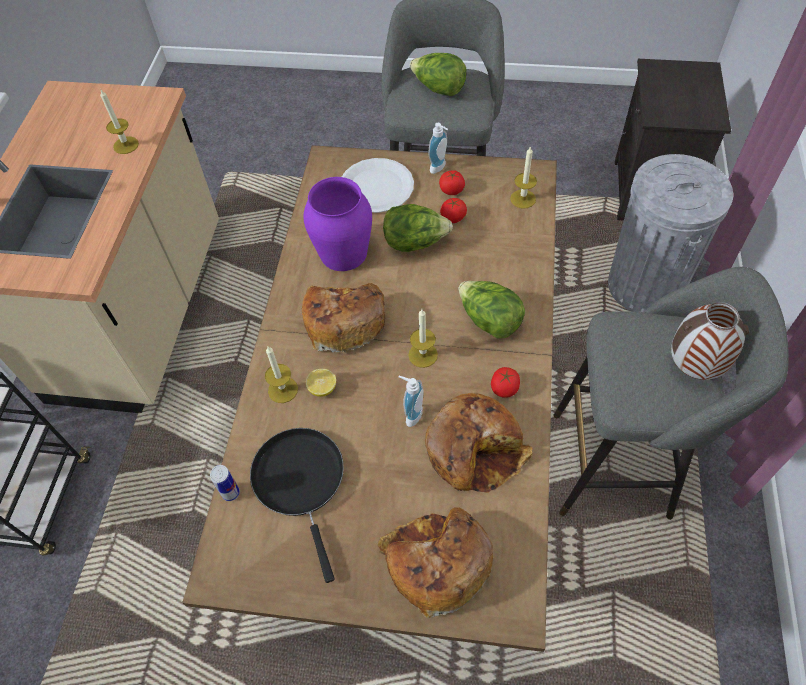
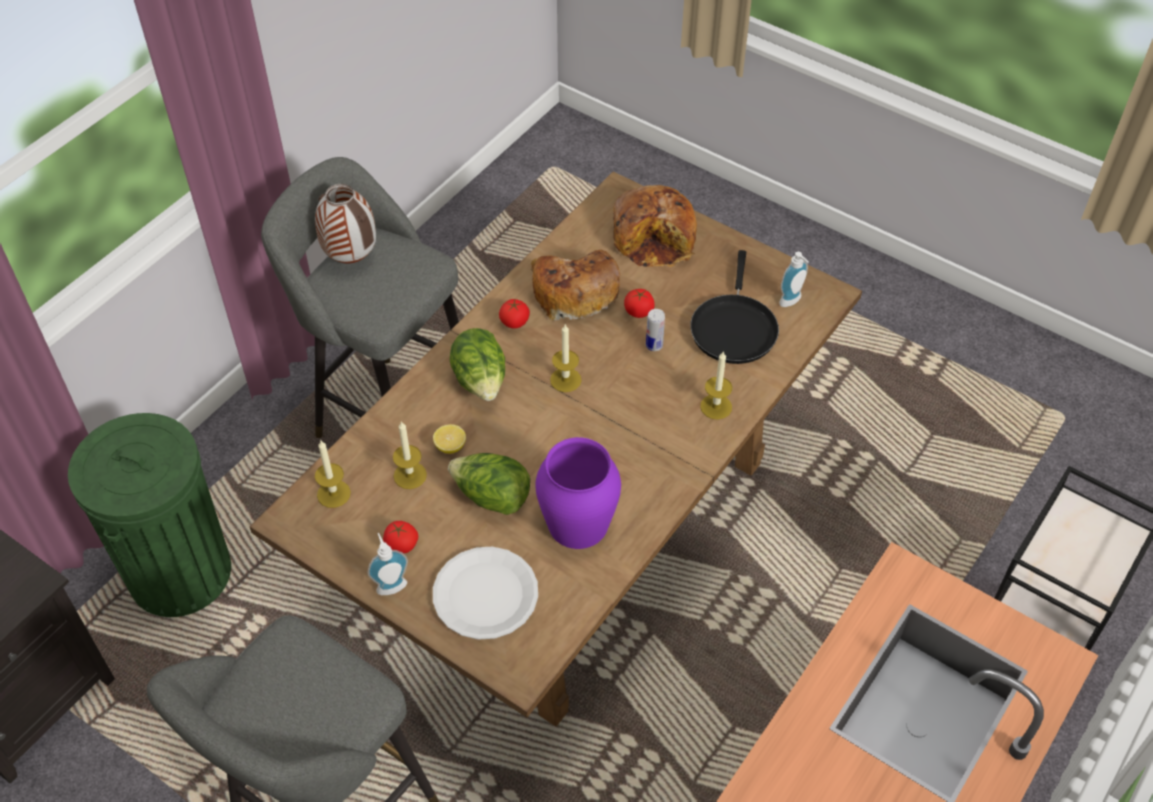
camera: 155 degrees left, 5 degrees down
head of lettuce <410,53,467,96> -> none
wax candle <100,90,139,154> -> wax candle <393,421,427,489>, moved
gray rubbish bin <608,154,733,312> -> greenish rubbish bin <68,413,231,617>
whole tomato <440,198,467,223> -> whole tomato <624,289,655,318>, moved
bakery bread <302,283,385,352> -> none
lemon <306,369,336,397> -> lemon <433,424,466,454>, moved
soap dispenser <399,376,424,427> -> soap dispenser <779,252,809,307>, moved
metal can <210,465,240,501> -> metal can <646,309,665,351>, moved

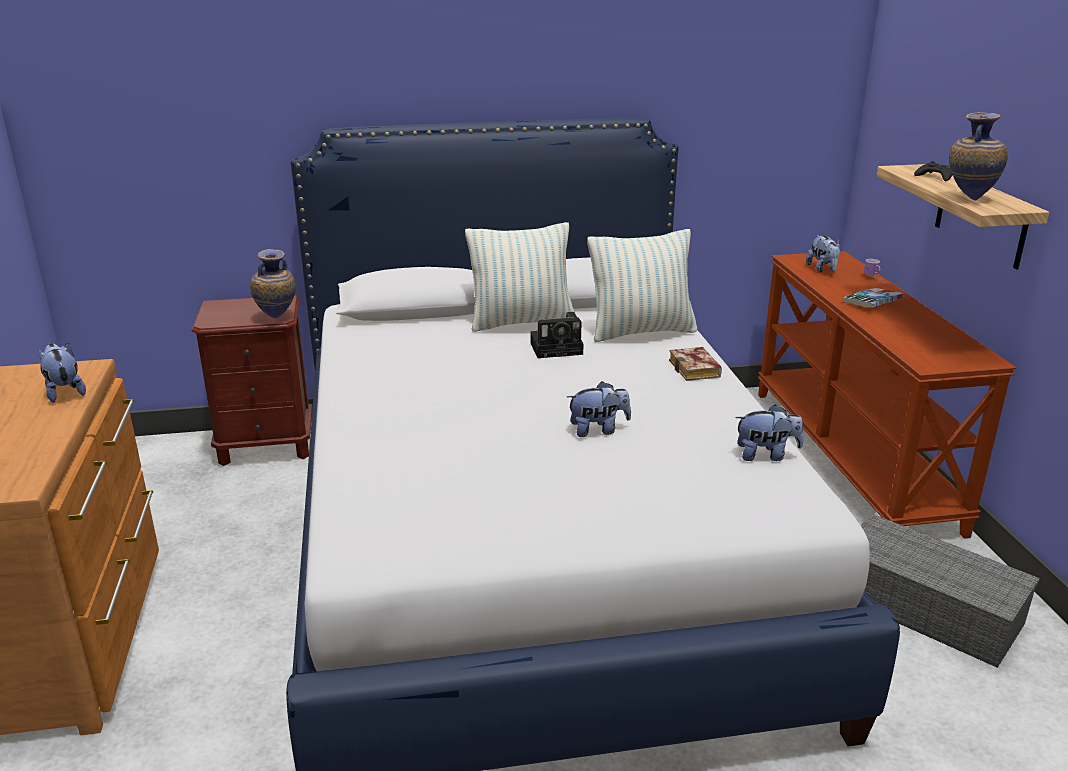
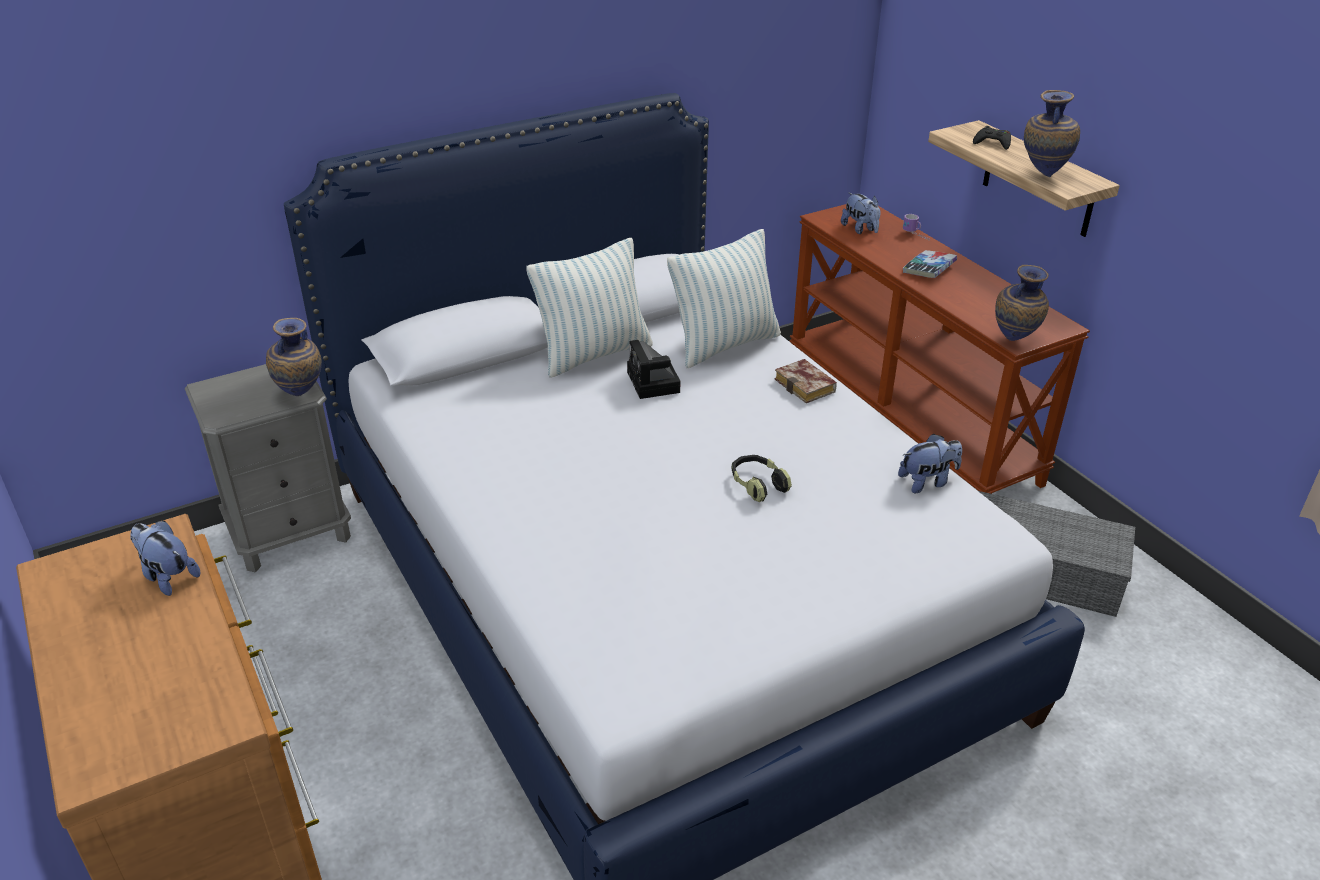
camera: 20 degrees left, 10 degrees up
brownish nightstand <191,295,312,466> -> gray nightstand <185,364,351,572>
photo camera <530,312,584,358> -> photo camera <627,340,680,399>, 105 degrees clockwise
soft toy <567,381,631,437> -> headset <731,455,792,502>
none -> flower vase <995,265,1049,341>

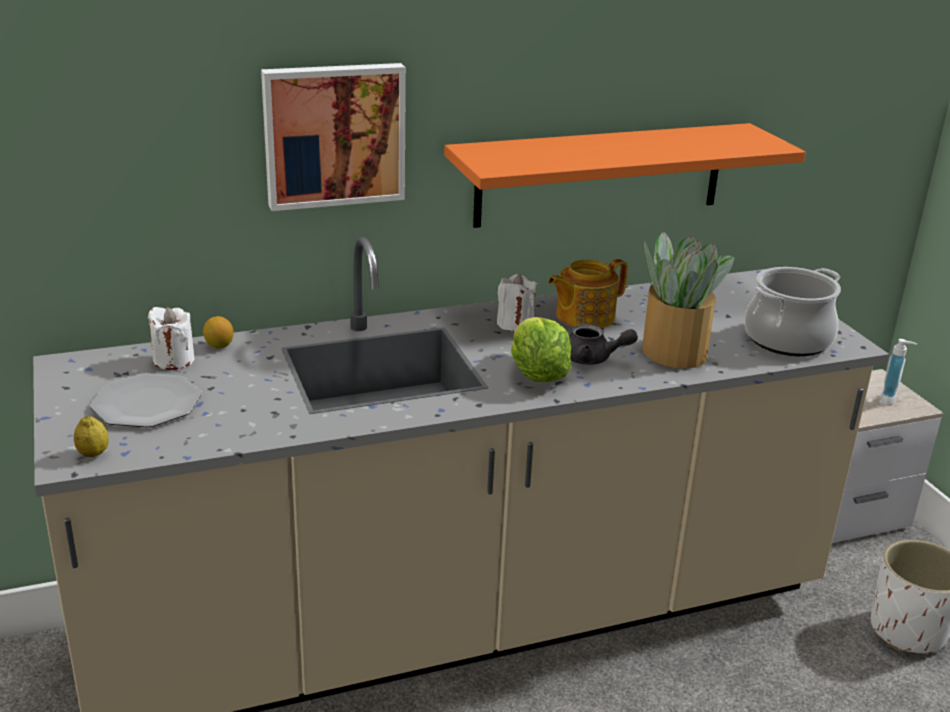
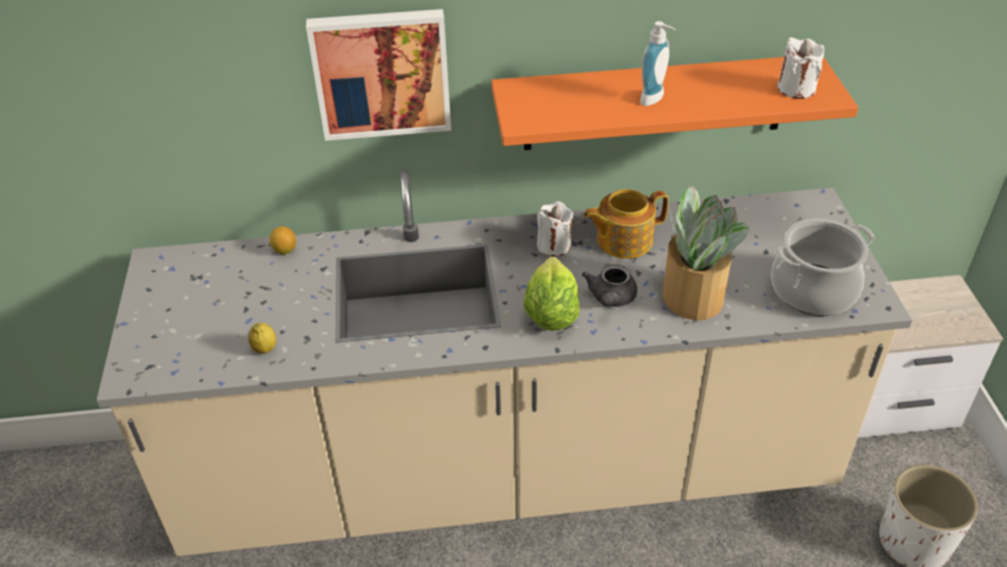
camera: 15 degrees right, 15 degrees up
white wax candle <148,307,195,370> -> white wax candle <777,37,824,99>, moved
gray teapot <569,324,638,365> -> gray teapot <582,264,637,307>, 75 degrees clockwise
soap dispenser <880,339,917,406> -> soap dispenser <640,21,675,106>, moved
flat dish <90,373,202,428> -> none
lemon <74,416,109,457> -> lemon <248,323,276,354>, moved

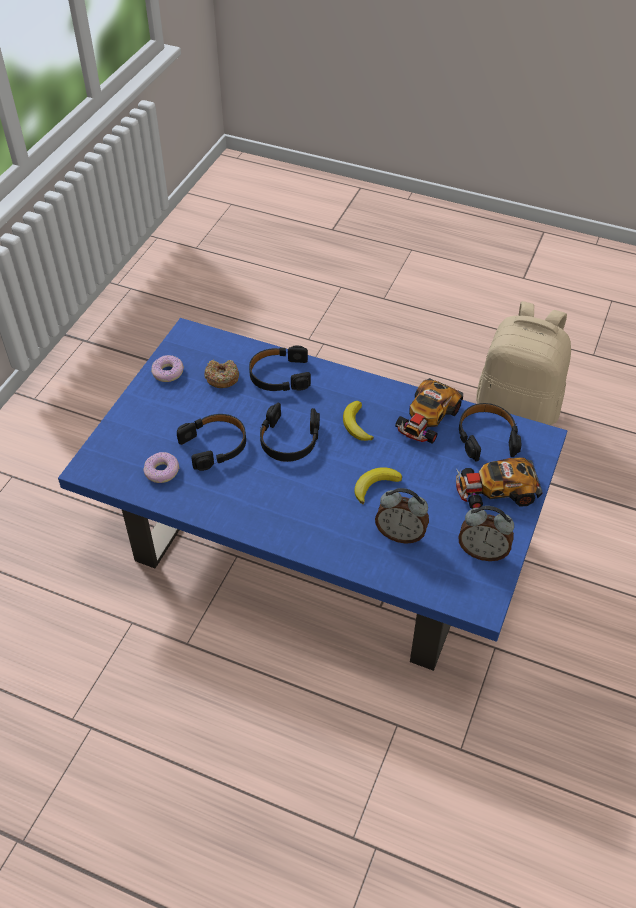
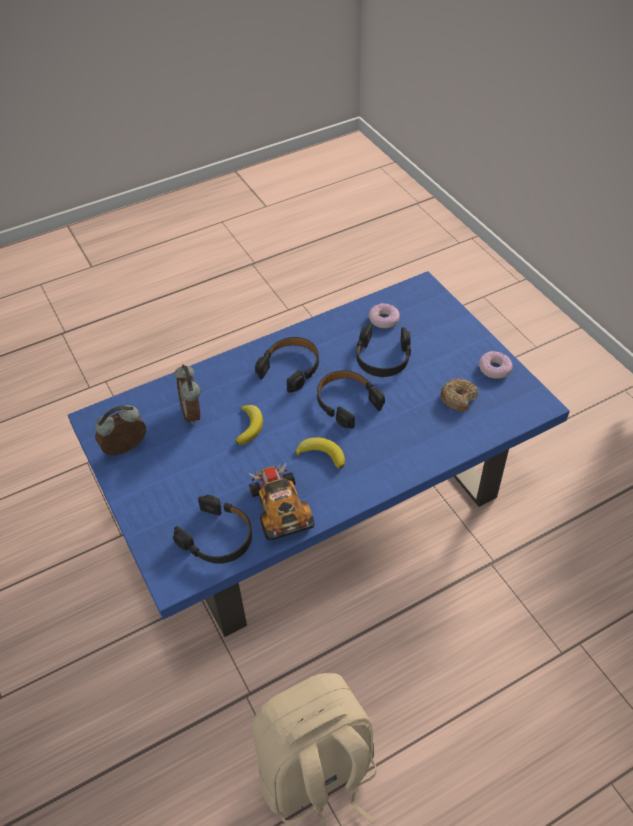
camera: 130 degrees right, 0 degrees up
black-coloured headset <249,345,311,391> -> black-coloured headset <255,337,319,393>, moved
model car <456,458,543,509> -> none
bedside clock <375,488,429,544> -> bedside clock <174,364,200,425>, 75 degrees counterclockwise

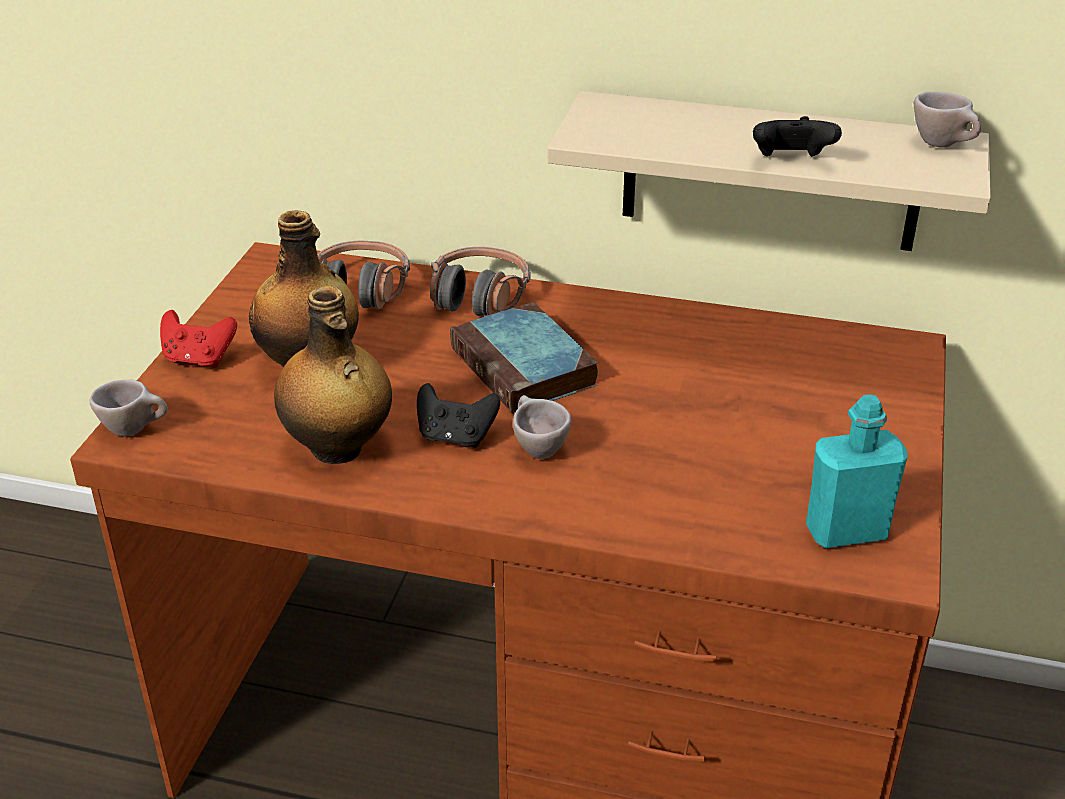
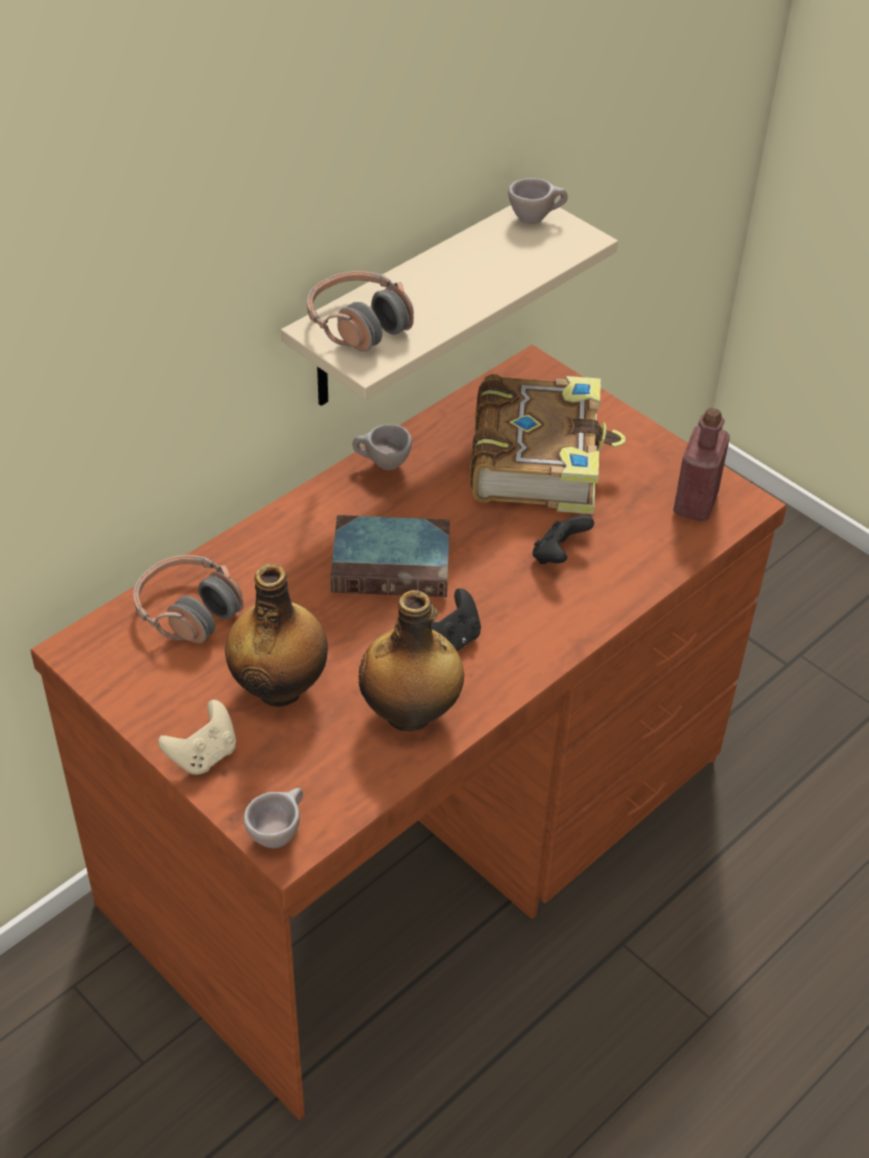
camera: 60 degrees left, 10 degrees up
black-coloured gamepad <753,116,842,156> -> black-coloured gamepad <532,515,594,564>, moved
headset <430,247,530,316> -> headset <307,271,414,352>, moved
reddish gamepad <160,310,237,368> -> sand-coloured gamepad <158,700,236,775>
turquoise-coloured beverage bottle <806,394,907,548> -> reddish beverage bottle <673,408,730,521>
sand-coloured drinking cup <513,395,571,459> -> sand-coloured drinking cup <352,424,412,470>, moved
none -> bound book <469,374,626,514>

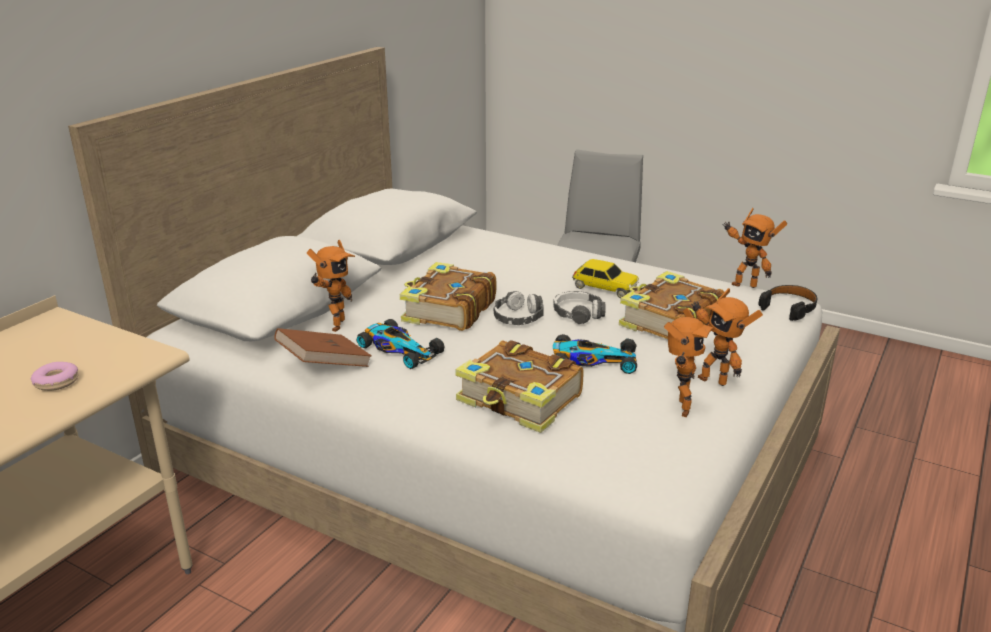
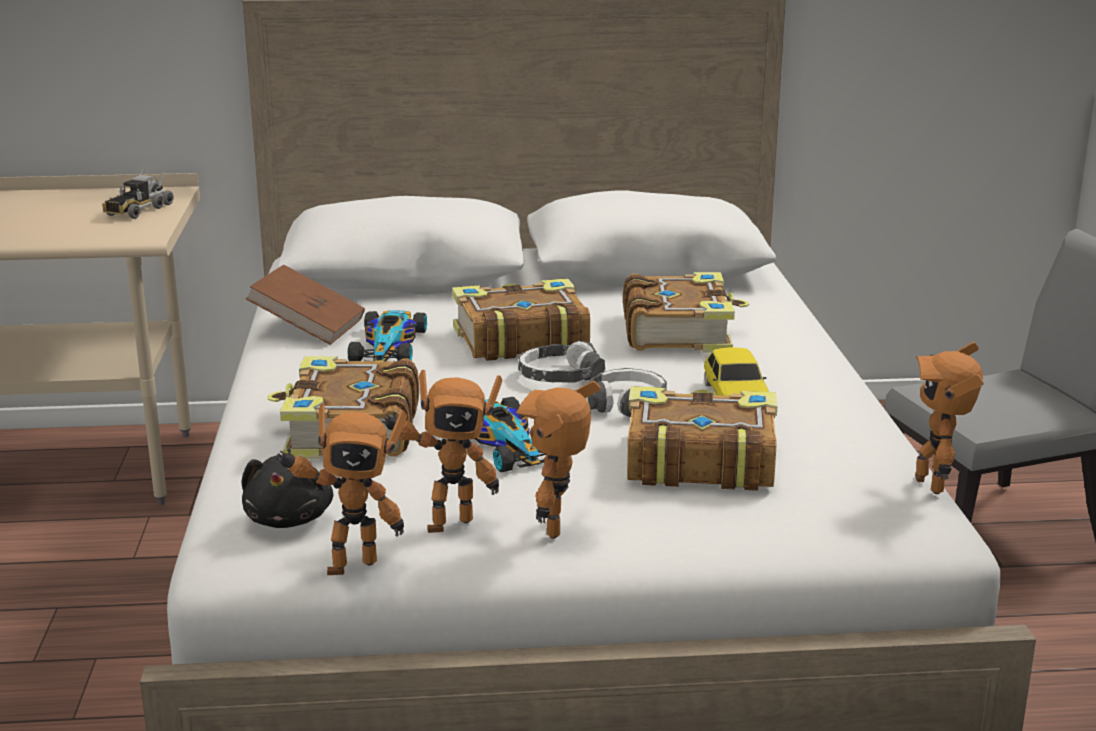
camera: 55 degrees right, 5 degrees down
robot figure <307,240,355,332> -> robot figure <275,403,407,575>, moved
black-coloured headset <759,285,817,321> -> none
donut <31,362,78,391> -> none
none -> toy truck <102,170,174,219>
none -> bound book <623,272,749,353>
none -> black-coloured soft toy <241,454,333,528>

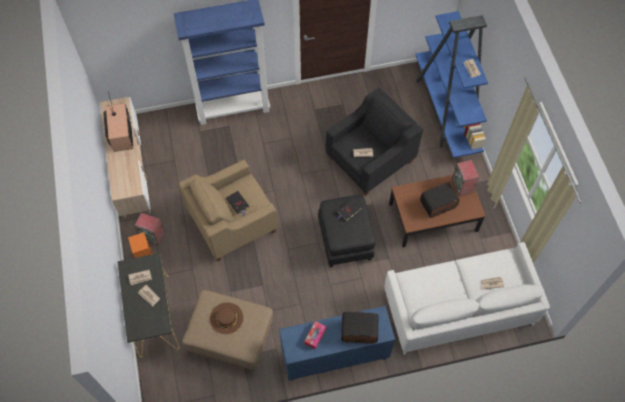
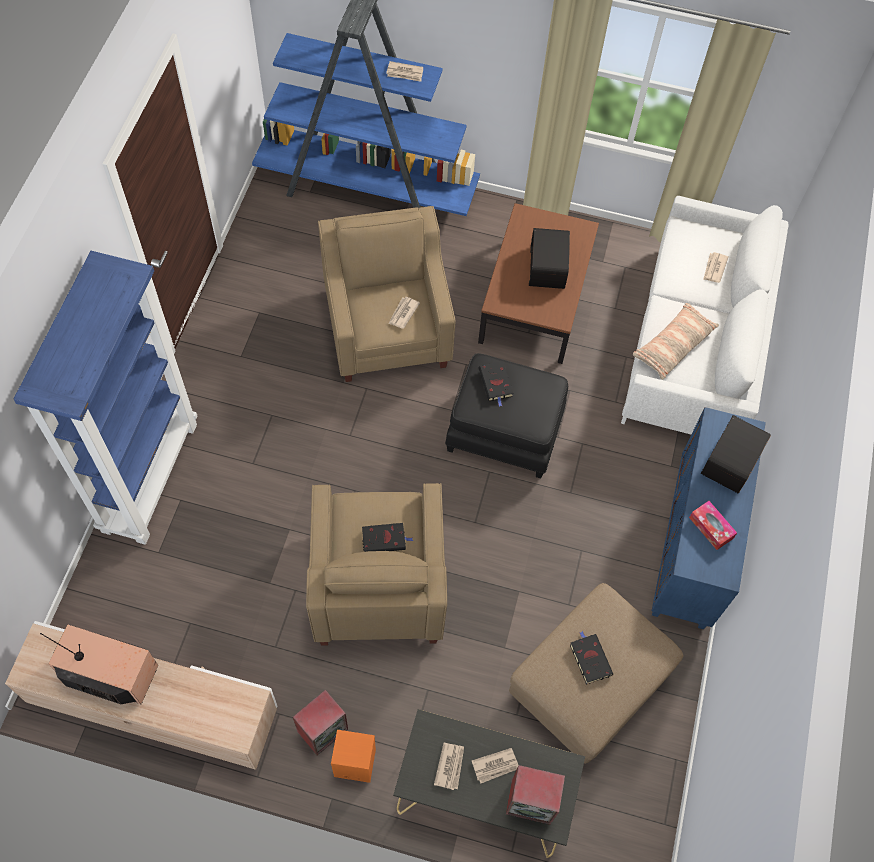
camera: 65 degrees left, 0 degrees up
black-coloured armchair <325,88,423,196> -> sand-coloured armchair <318,206,456,382>
speaker <452,160,479,196> -> speaker <506,765,565,825>, moved
brownish clothing hat <210,302,243,334> -> black-coloured bound book <570,631,613,685>
none -> pillow <633,303,719,380>

